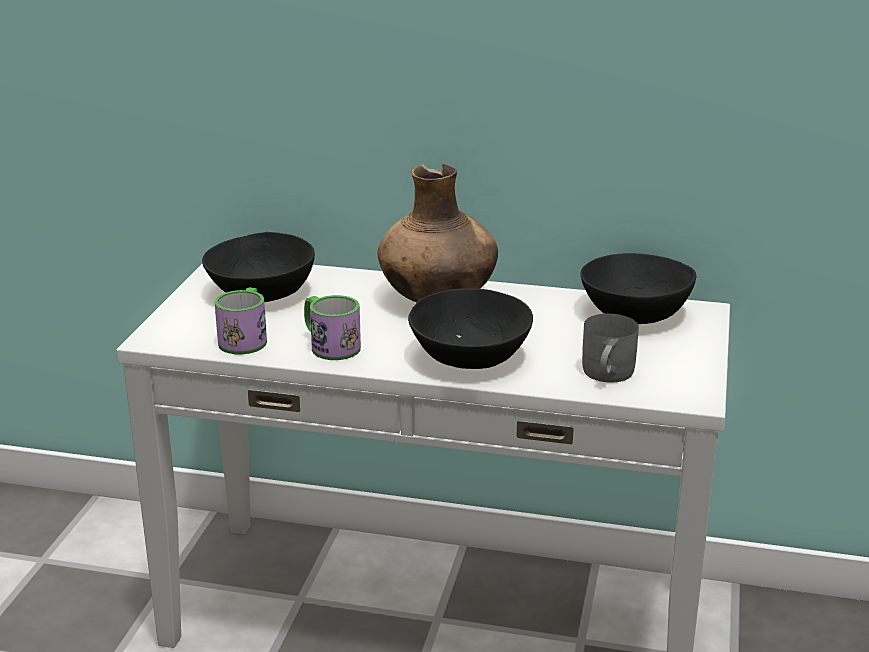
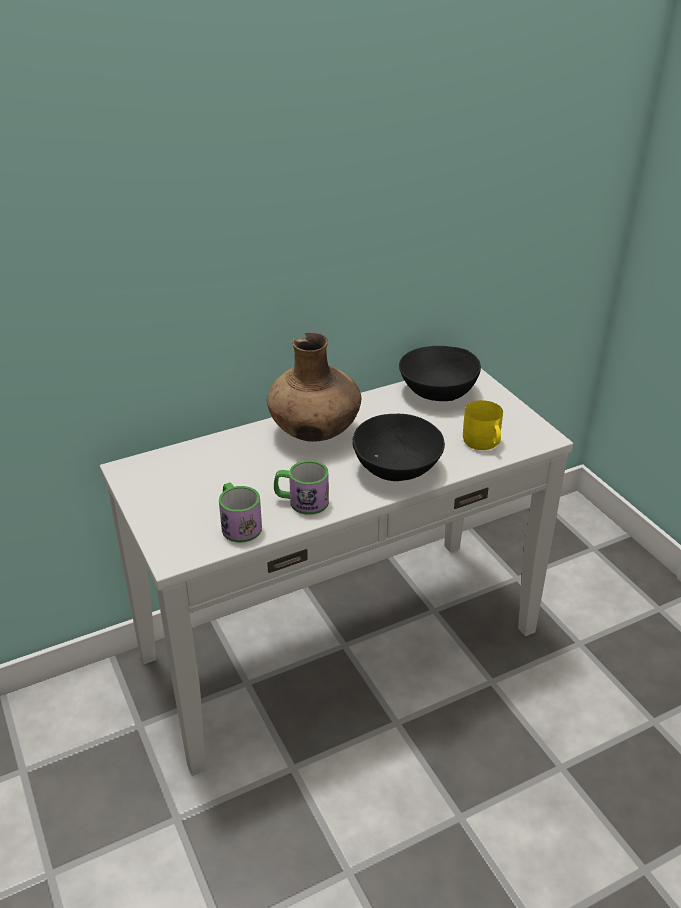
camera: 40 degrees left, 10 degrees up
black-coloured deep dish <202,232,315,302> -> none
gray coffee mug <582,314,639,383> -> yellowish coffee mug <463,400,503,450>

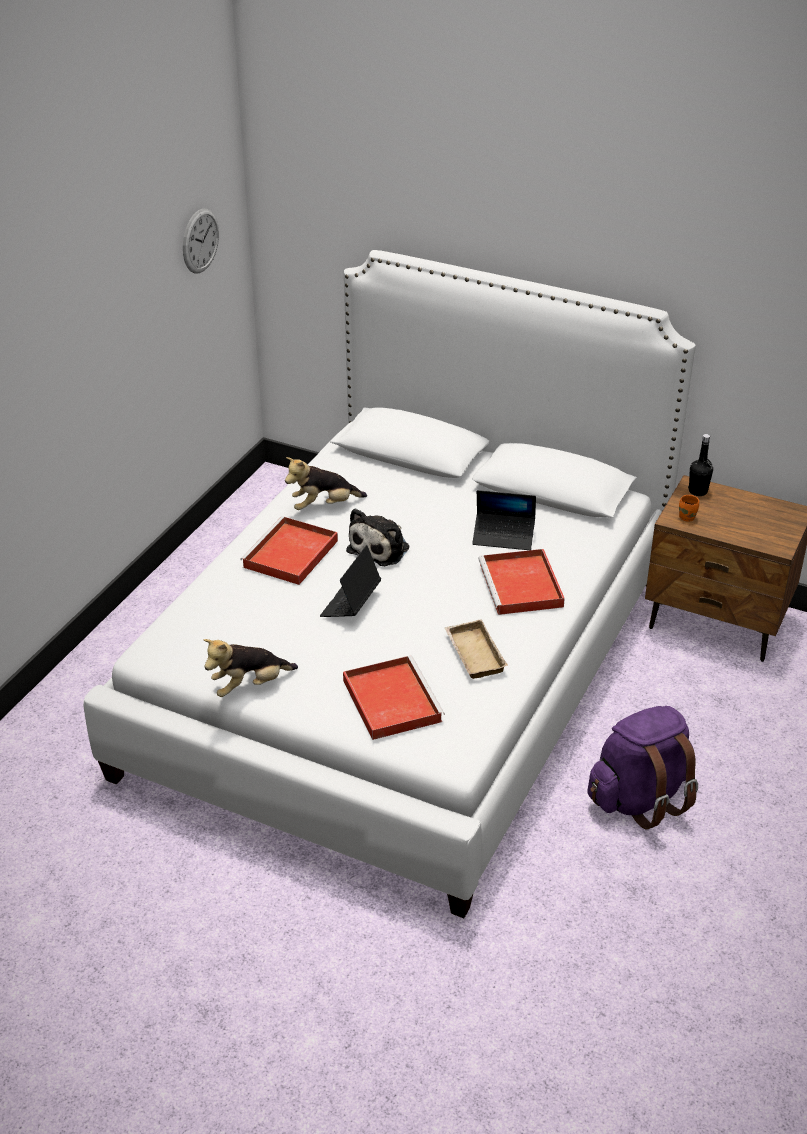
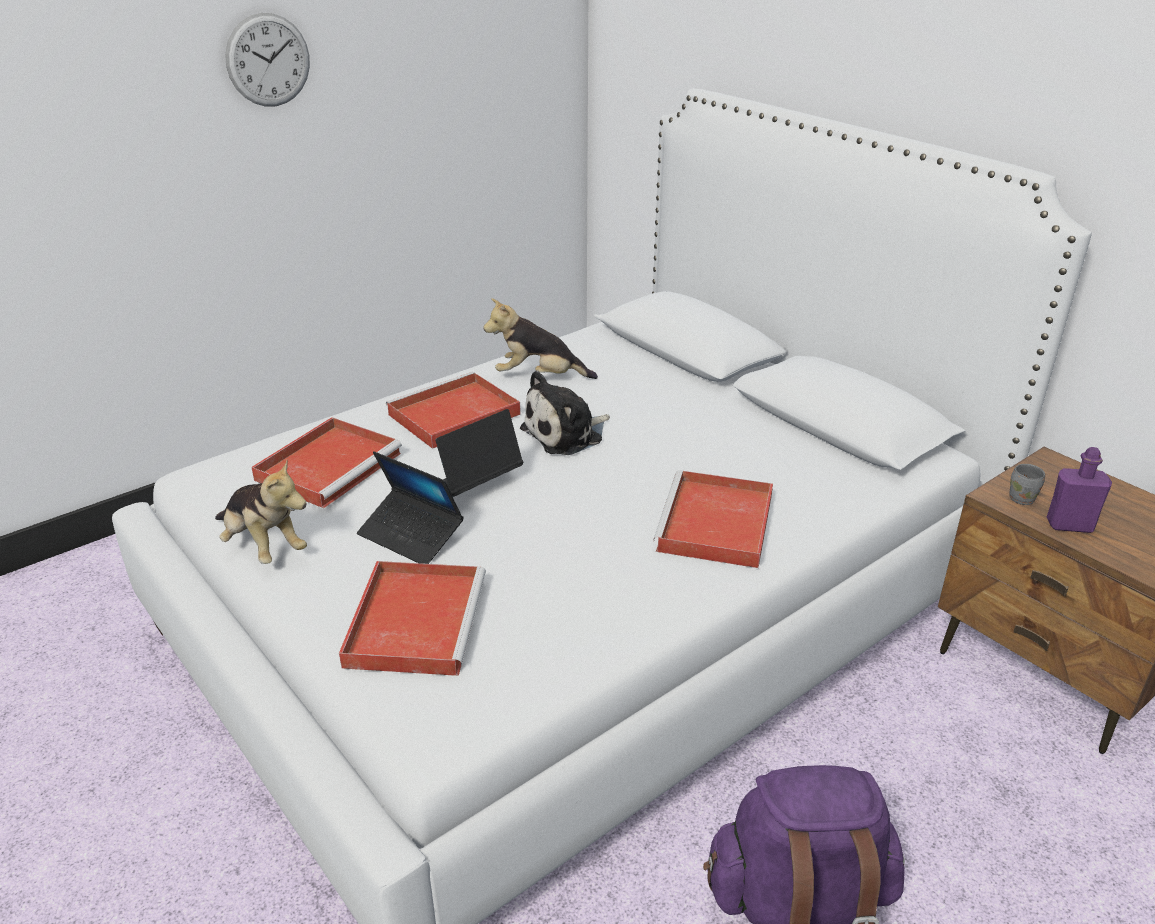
camera: 25 degrees right, 5 degrees down
hanging clock <183,209,219,273> -> hanging clock <225,13,310,107>, moved
black-coloured beverage bottle <688,434,713,496> -> none
notebook computer <472,490,536,550> -> notebook computer <357,451,464,564>, moved
orange coffee mug <679,495,699,522> -> gray coffee mug <1010,464,1045,505>
sand-coloured serving tray <445,619,508,679> -> none
soft toy <203,639,298,697> -> soft toy <215,460,307,564>, 135 degrees counterclockwise
none -> reddish serving tray <251,417,402,508>
none -> purplish beverage bottle <1047,447,1112,533>

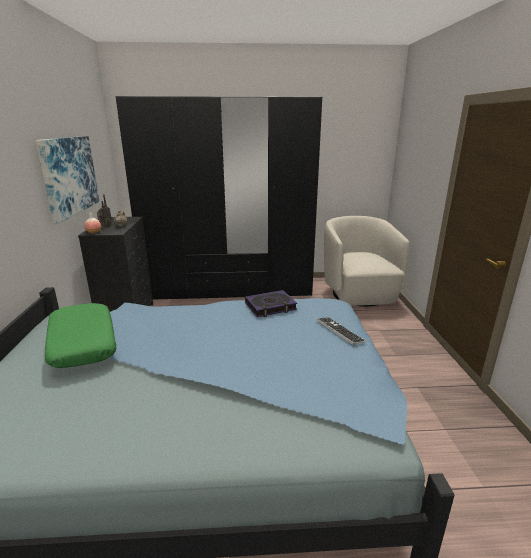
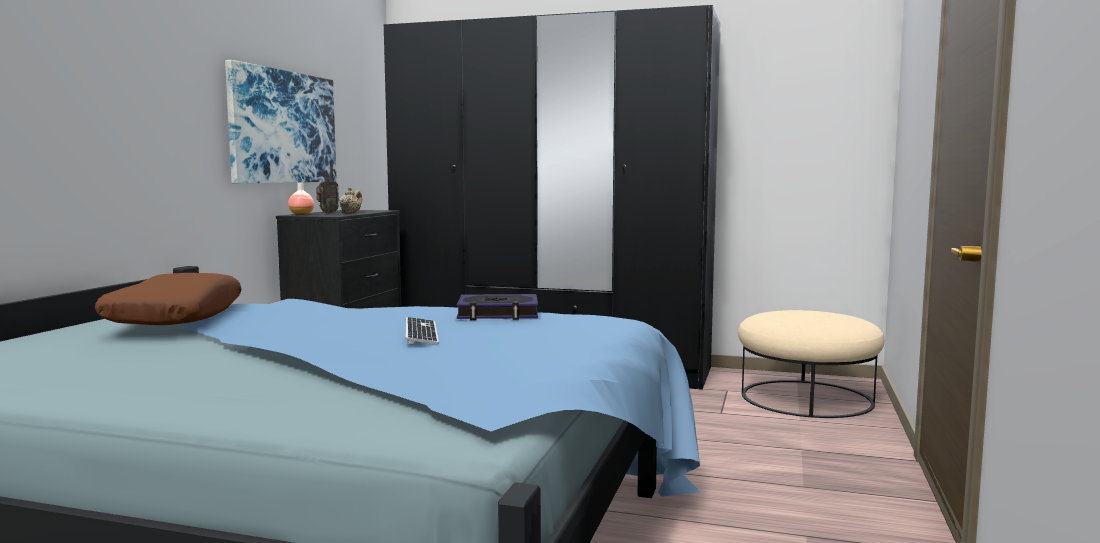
camera: 20 degrees right, 15 degrees down
sand-coloured armchair <324,216,409,306> -> sand-coloured footrest <738,310,885,418>
greenish pillow <45,303,116,368> -> brownish pillow <95,273,242,325>
keyboard <317,317,366,346> -> keyboard <406,317,439,344>, moved

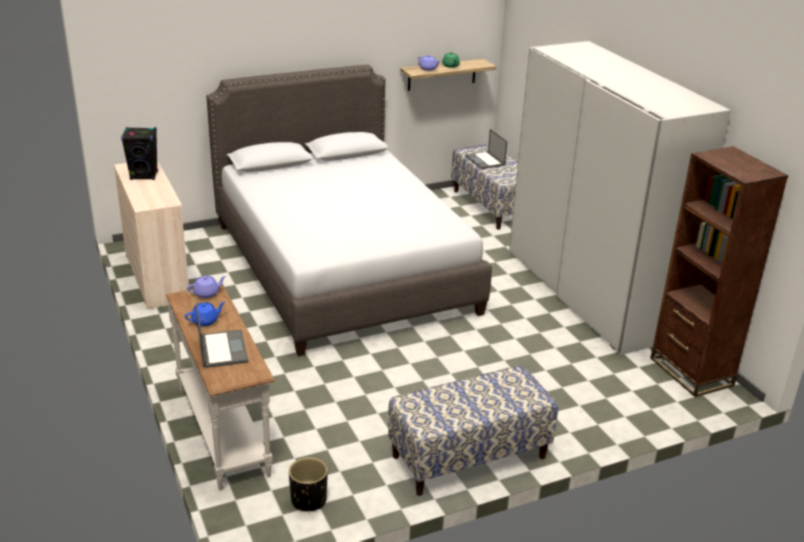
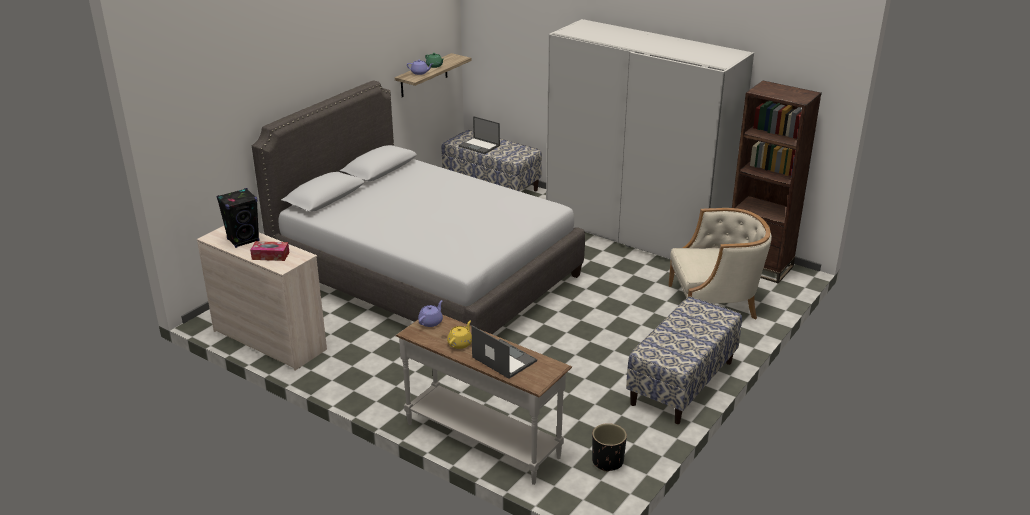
camera: 30 degrees left, 0 degrees up
blue teapot <185,302,225,326> -> yellowish teapot <447,320,472,349>
none -> sand-coloured armchair <669,208,772,319>
none -> tissue holder <250,241,289,261>

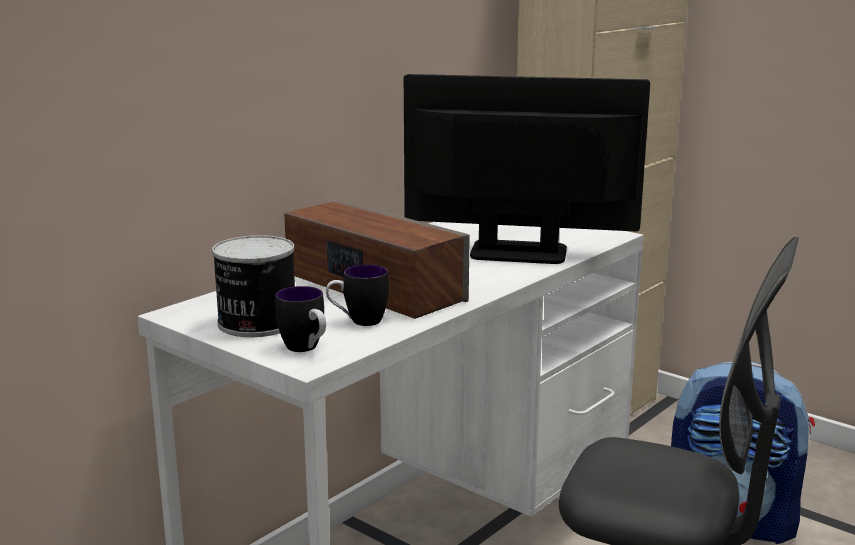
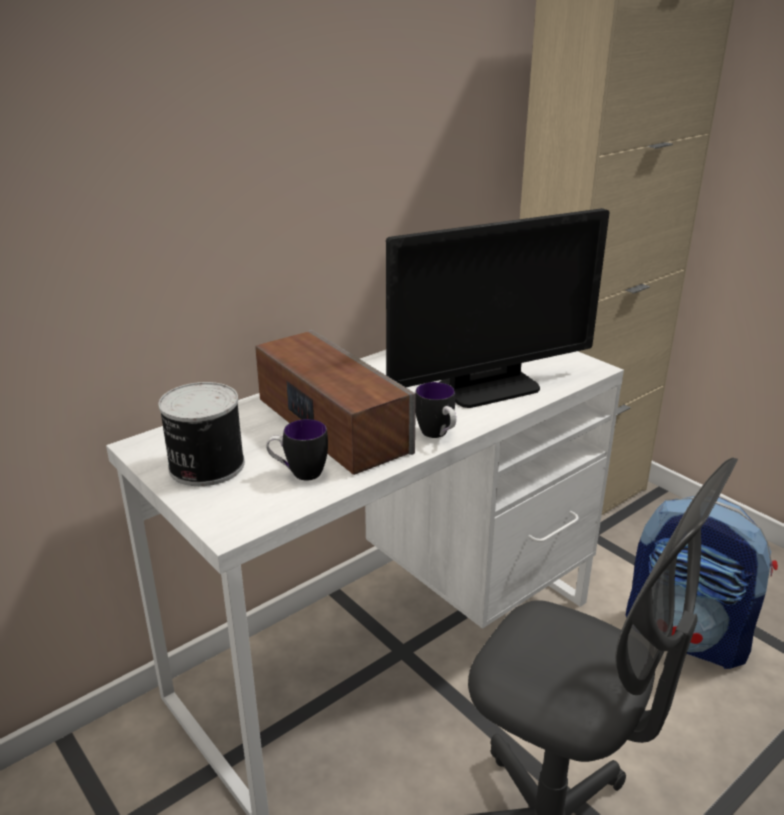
camera: 10 degrees right, 10 degrees up
computer display <404,74,650,264> -> computer display <386,208,609,408>, 135 degrees clockwise
coffee mug <275,286,326,352> -> coffee mug <415,382,456,438>, moved

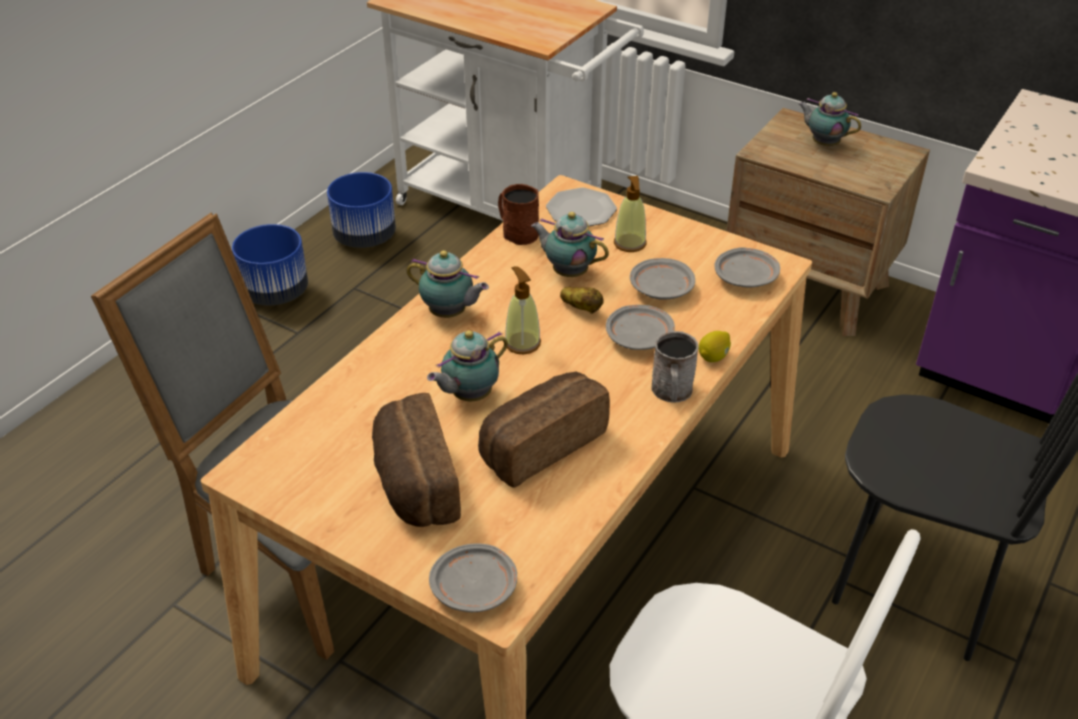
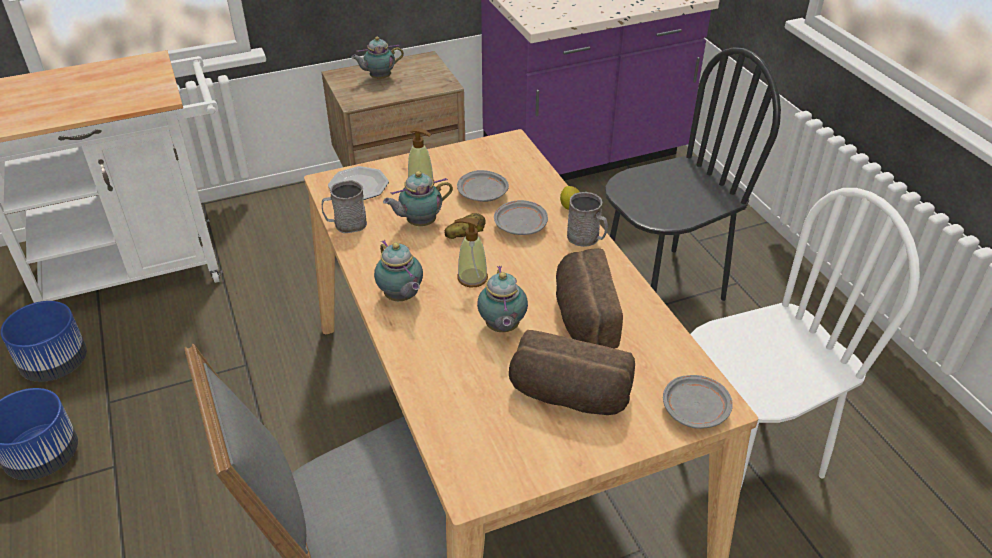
camera: 55 degrees left, 0 degrees up
brownish coffee mug <498,184,539,245> -> gray coffee mug <322,180,367,233>
gray flat dish <714,248,780,287> -> none
teapot <407,250,489,318> -> teapot <374,240,423,301>, 90 degrees clockwise

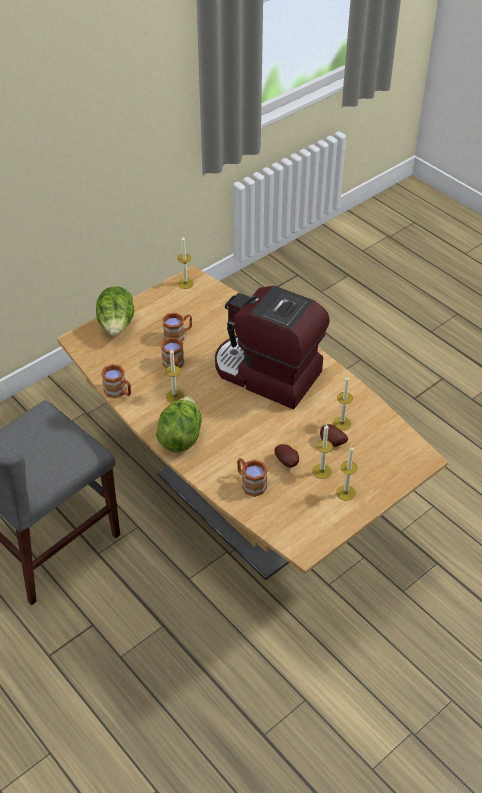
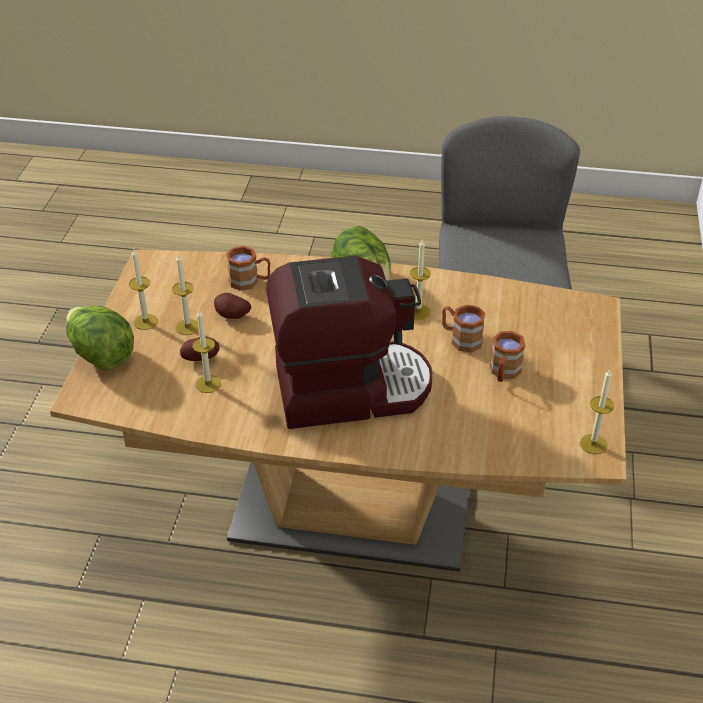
camera: 140 degrees right, 5 degrees down
head of lettuce <96,286,134,336> -> head of lettuce <66,306,134,370>, moved
brownish coffee mug <101,364,131,398> -> none

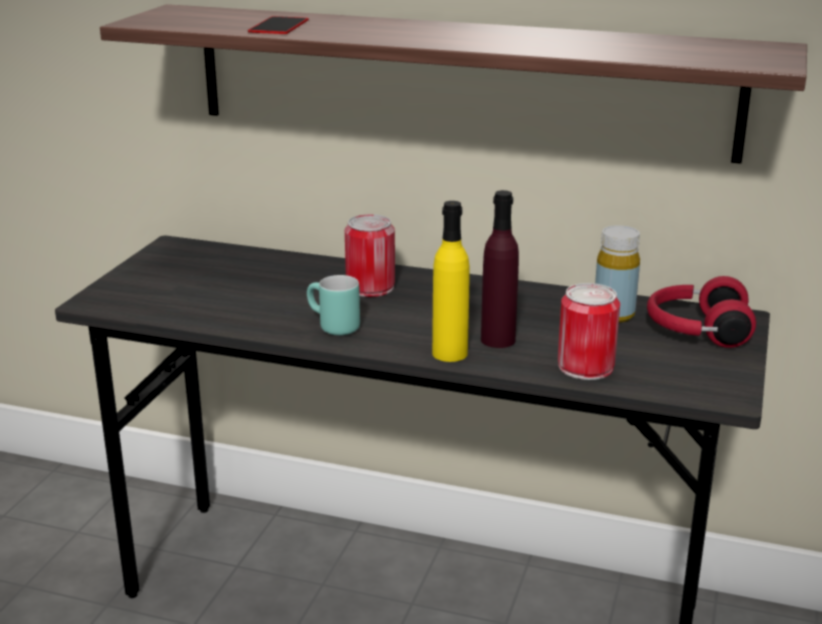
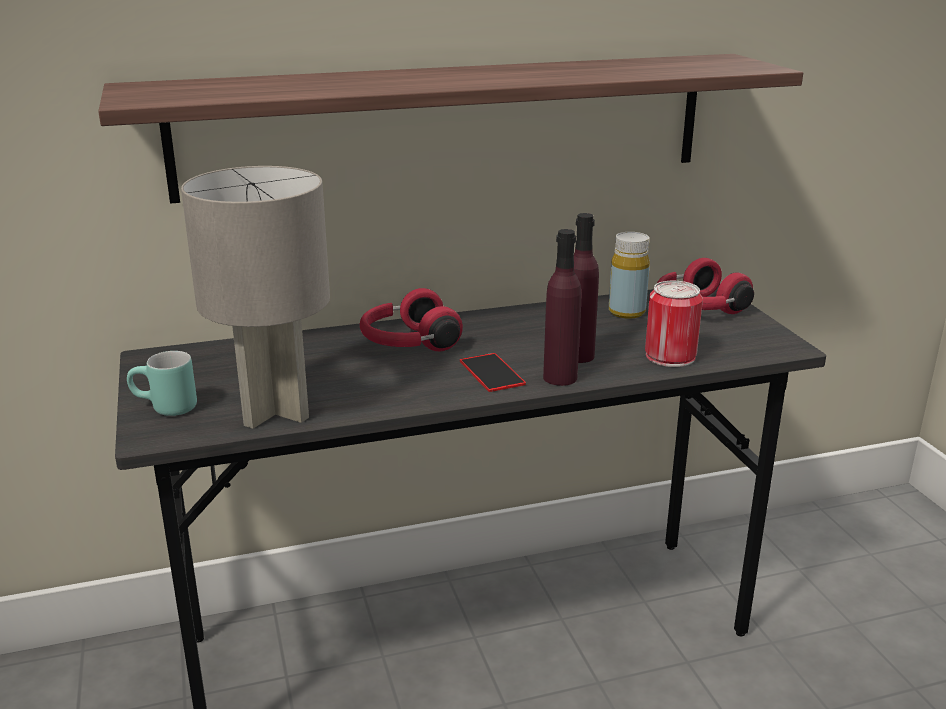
camera: 35 degrees left, 0 degrees up
phone <248,16,309,34> -> phone <460,353,526,392>, moved
yellowish beverage bottle <432,201,470,362> -> purplish beverage bottle <543,229,581,386>
metal can <345,214,395,297> -> reddish headset <360,288,463,351>
turquoise-coloured coffee mug <307,275,360,335> -> turquoise-coloured coffee mug <127,351,197,416>, moved
none -> gray table lamp <181,166,330,429>

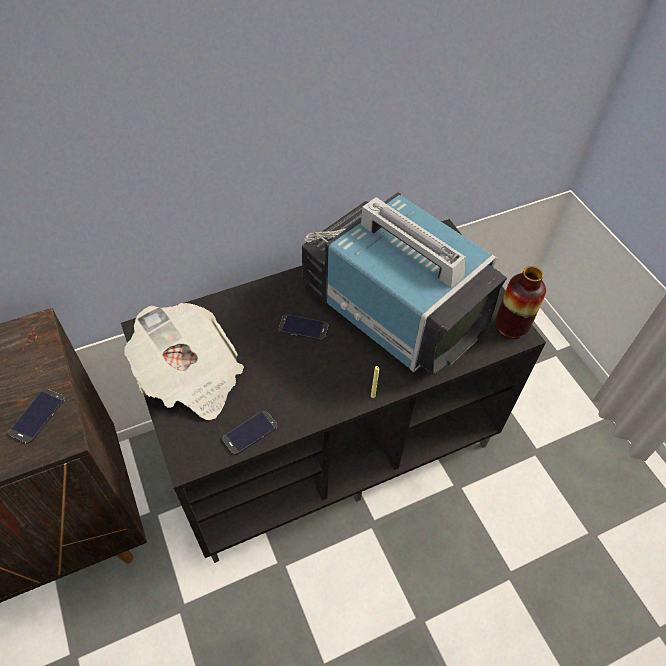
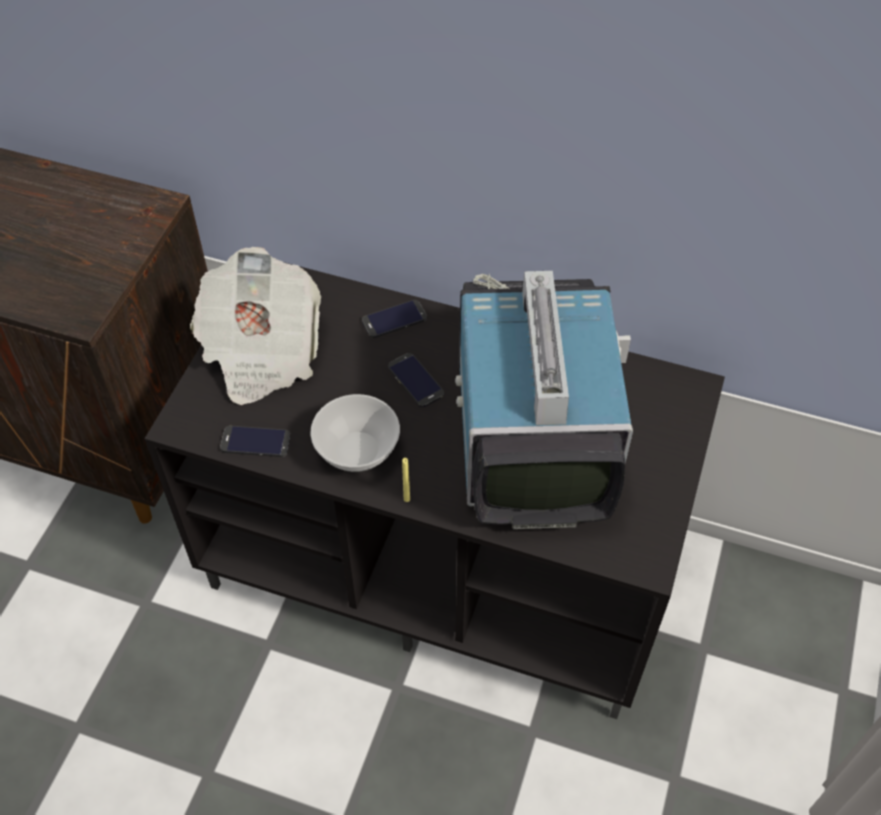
camera: 45 degrees right, 0 degrees up
flower vase <496,266,546,339> -> none
phone <8,389,65,444> -> phone <362,300,427,338>, moved
none -> deep dish <310,394,400,472>

